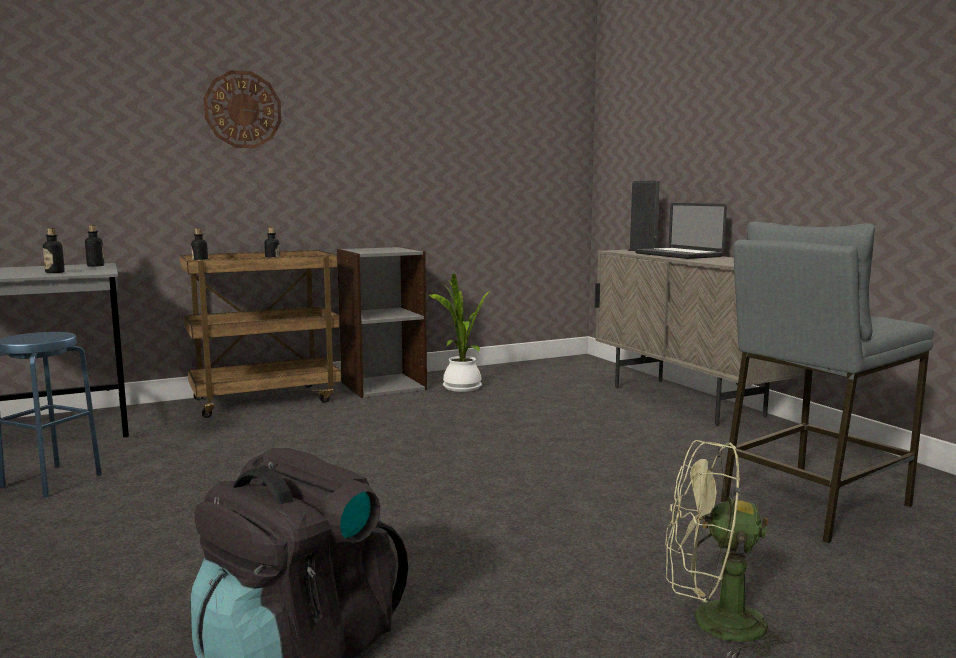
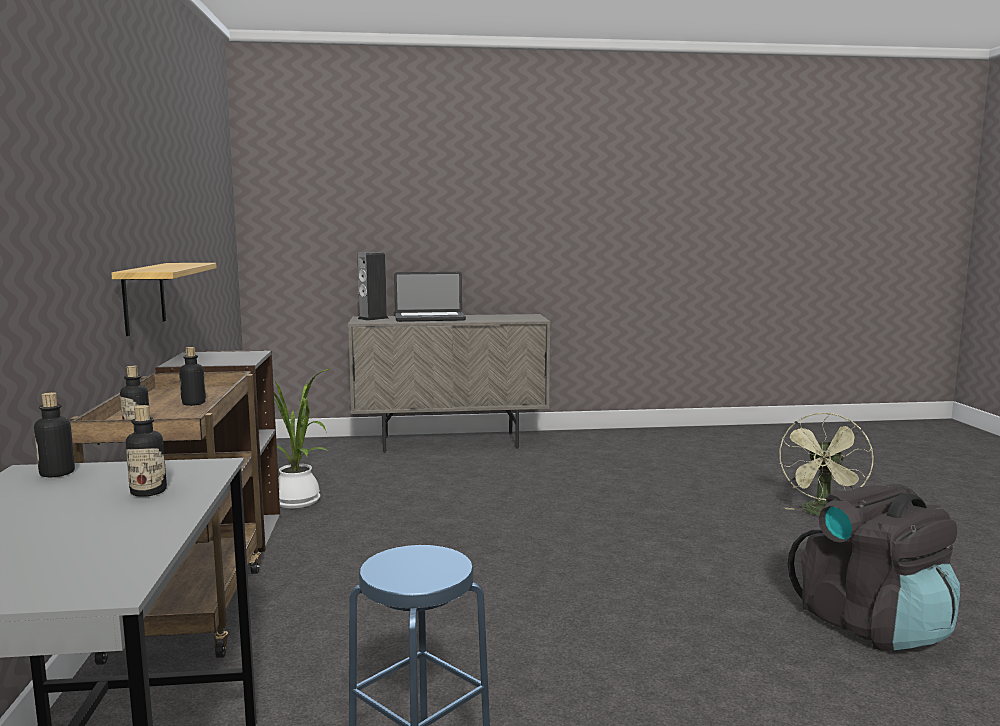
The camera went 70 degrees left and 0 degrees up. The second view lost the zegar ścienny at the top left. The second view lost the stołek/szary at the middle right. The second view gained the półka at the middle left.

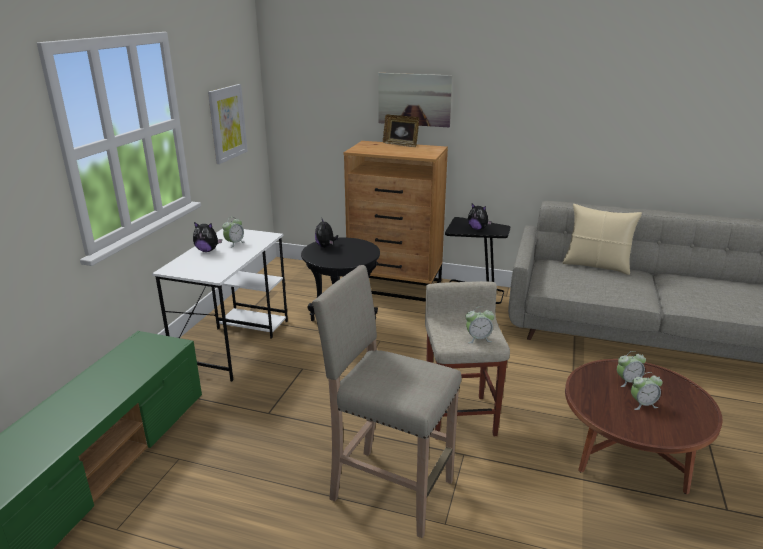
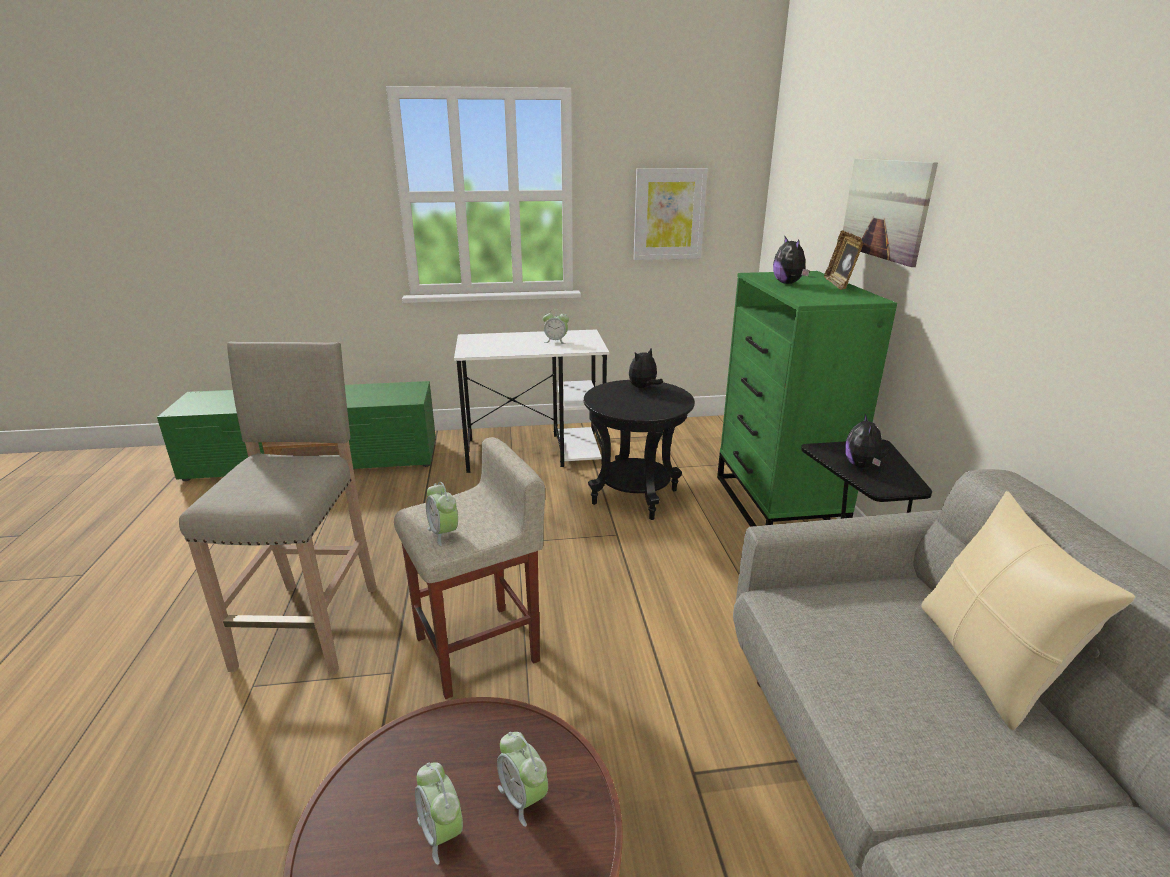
The camera went 65 degrees right and 0 degrees up. The pluszak (no. 1 from left in the first image) ended up elsewhere, having gone from the middle left to the top right. What was the komoda/brązowy at the centre turned into the komoda/zielony at the middle right.

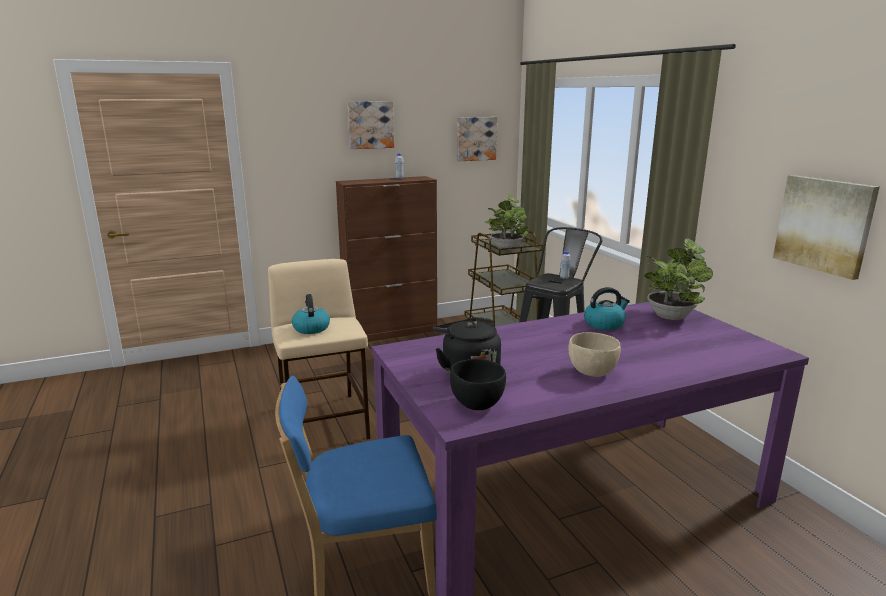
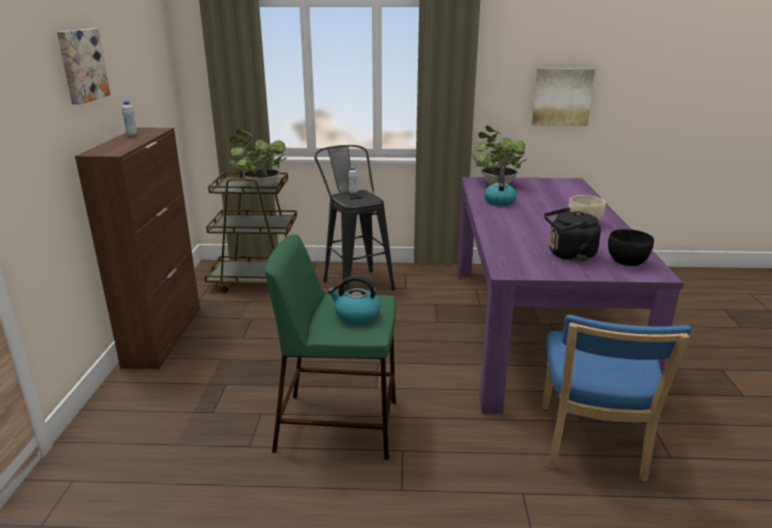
The camera went 65 degrees left and 5 degrees up. What was the stołek/beżowy at the centre turned into the stołek/zielony at the centre. The second view lost the obraz (no. 2 from left) at the top centre.

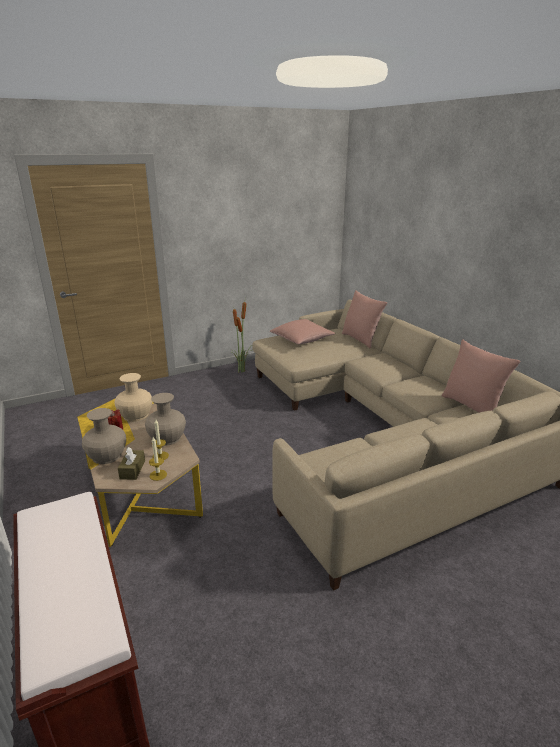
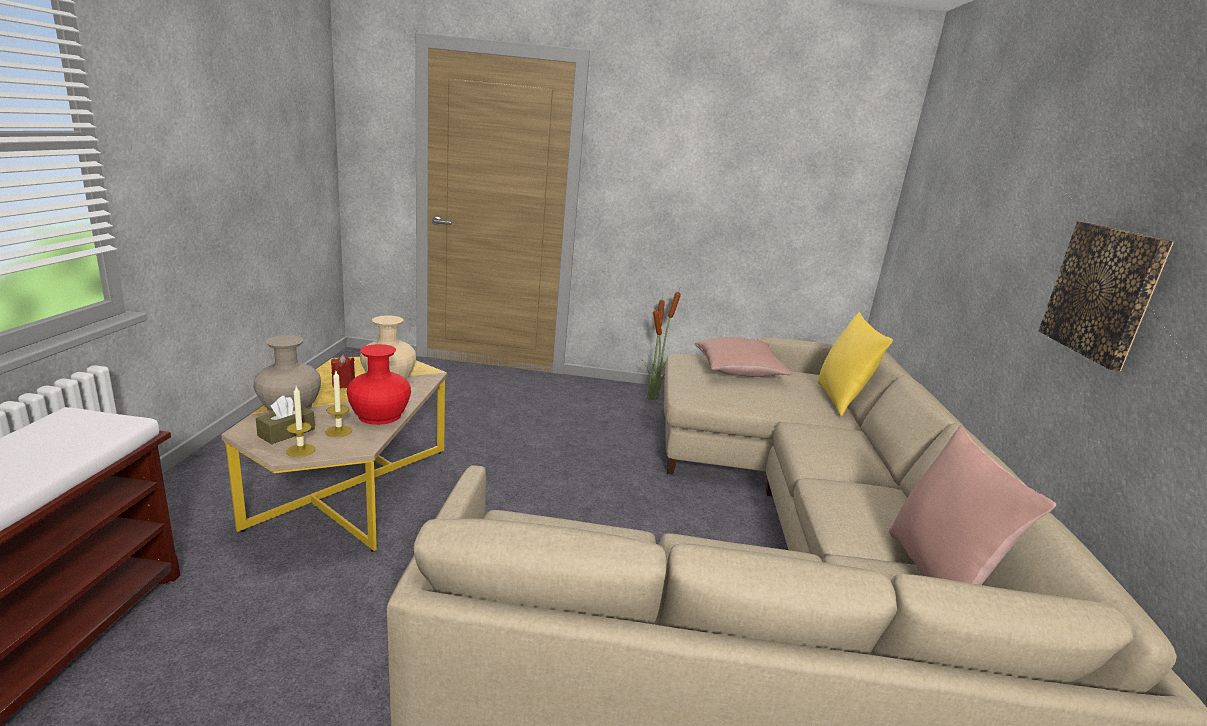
The camera went 30 degrees right and 5 degrees down. What was the wazon/beżowy (no. 3 from left) at the middle left turned into the wazon/czerwony at the middle left. What was the poduszka/różowy (no. 2 from left) at the centre turned into the poduszka/żółty at the middle right. The second view gained the obraz at the middle right.

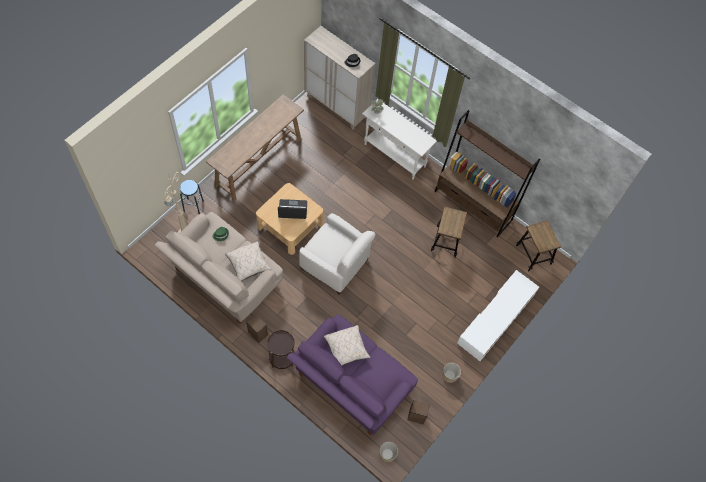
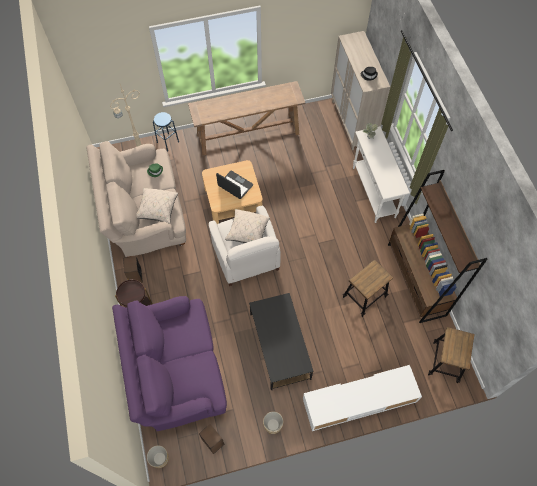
The camera went 40 degrees right and 0 degrees up. The poduszka/beżowy (no. 2 from left) ended up elsewhere, having gone from the bottom centre to the centre. The second view gained the ława/czarny at the bottom centre.

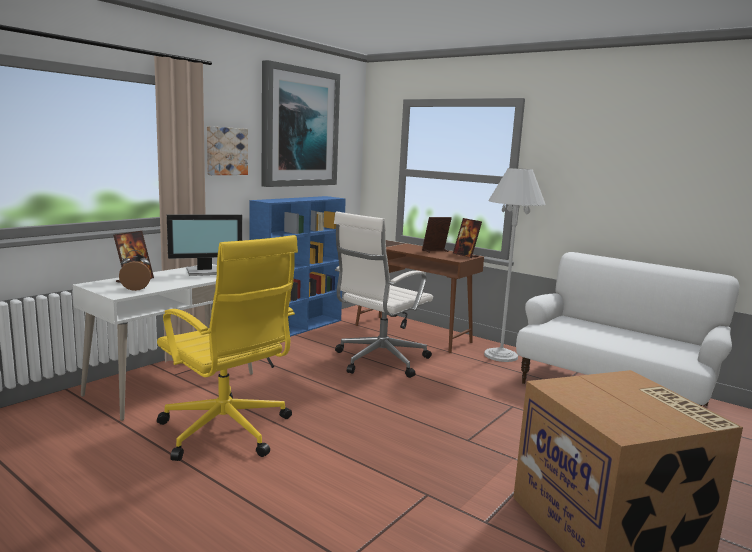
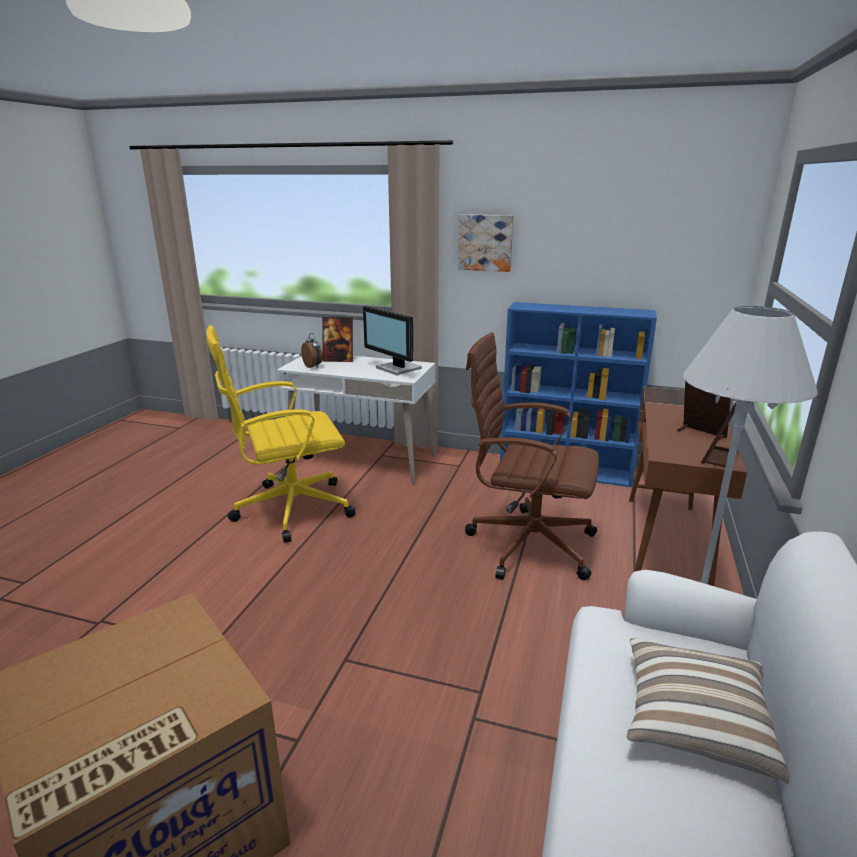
The camera went 70 degrees right and 10 degrees up. The krzesło biurowe/żółty at the middle left ended up facing another way, 45 degrees clockwise from before. The second view lost the obraz (no. 2 from left) at the top centre. What was the krzesło biurowe/biały at the centre turned into the krzesło biurowe/brązowy at the centre. The second view gained the poduszka at the bottom right.

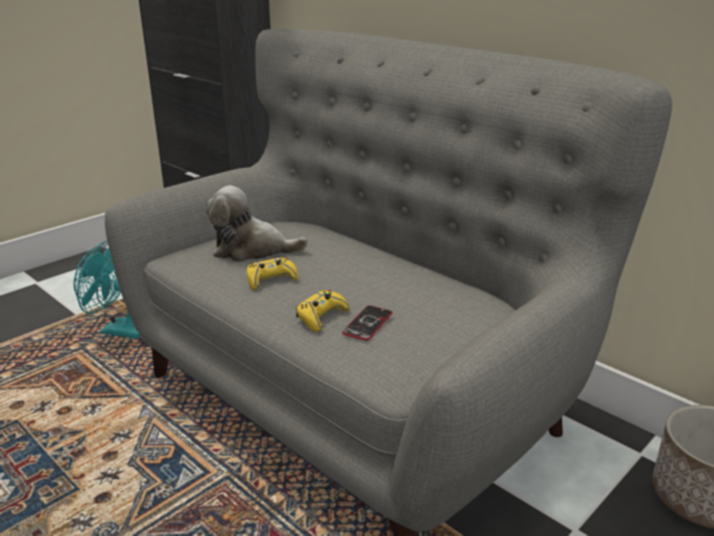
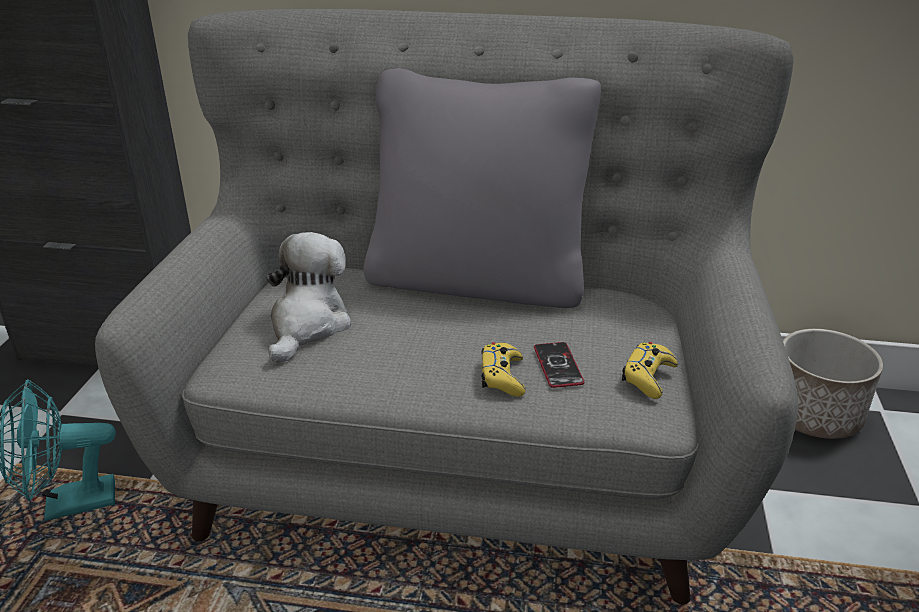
The camera went 35 degrees left and 5 degrees up. The pluszak at the centre ended up facing another way, 135 degrees clockwise from before. The pad do gier/żółty (no. 1 from left in the first image) ended up elsewhere, having gone from the centre to the middle right. The second view gained the poduszka/szary at the top centre.

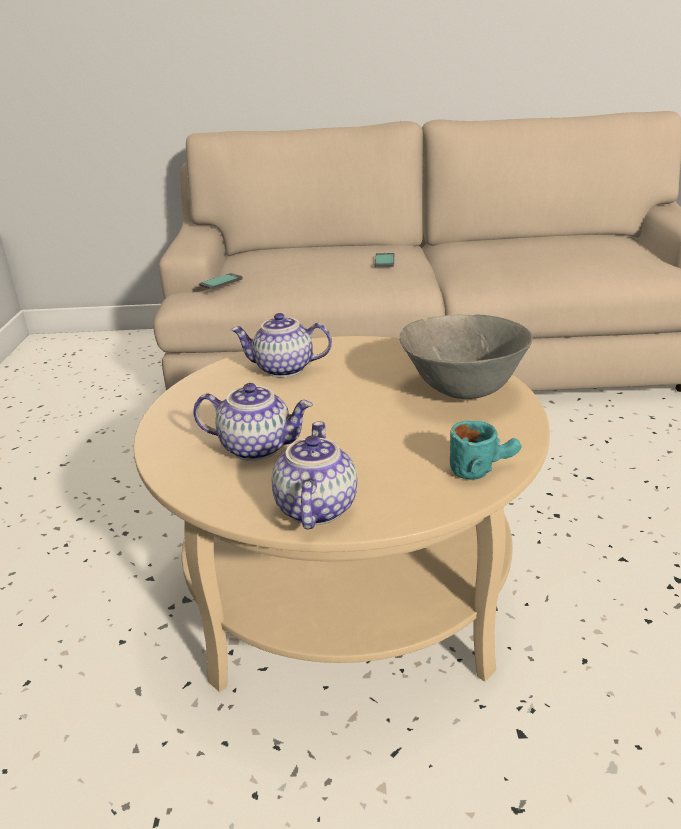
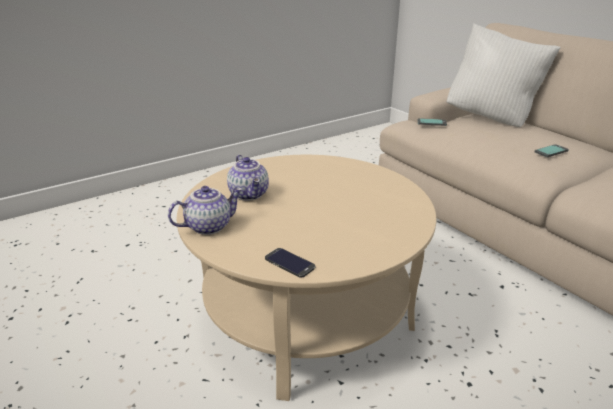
The camera went 55 degrees right and 0 degrees up. The second view lost the imbryk (no. 2 from left) at the centre. The second view lost the miska/szary at the middle right. Where the kubek/turkusowy stood at the middle right, the telefon (no. 1 from left) came to stand at the centre. The second view gained the poduszka/biały at the top right.

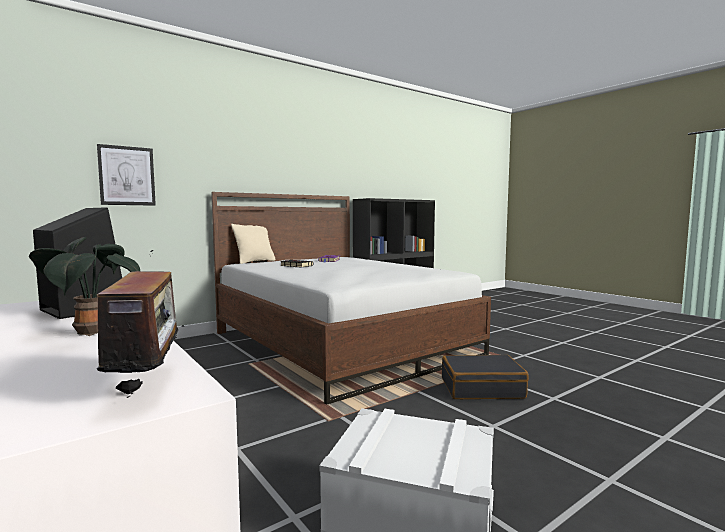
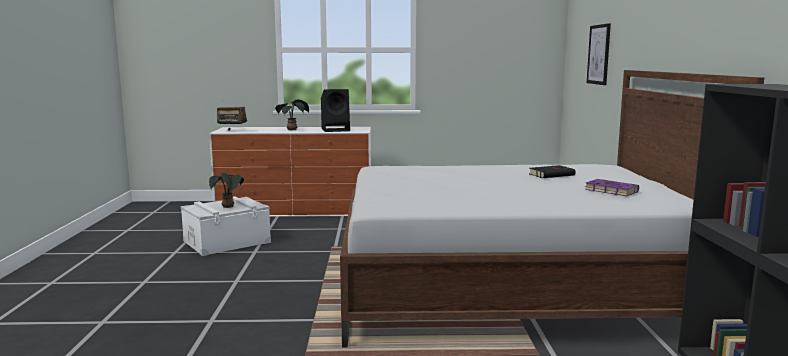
The camera went 125 degrees right and 5 degrees up. The second view lost the poduszka/beżowy at the centre. The second view lost the walizka/czarny at the bottom right. The second view gained the roślina doniczkowa (no. 1 from left) at the middle left.

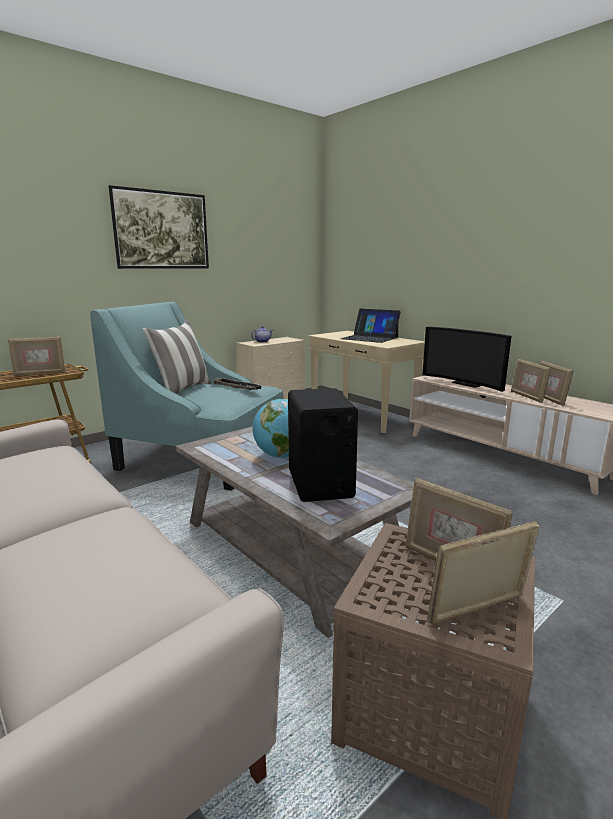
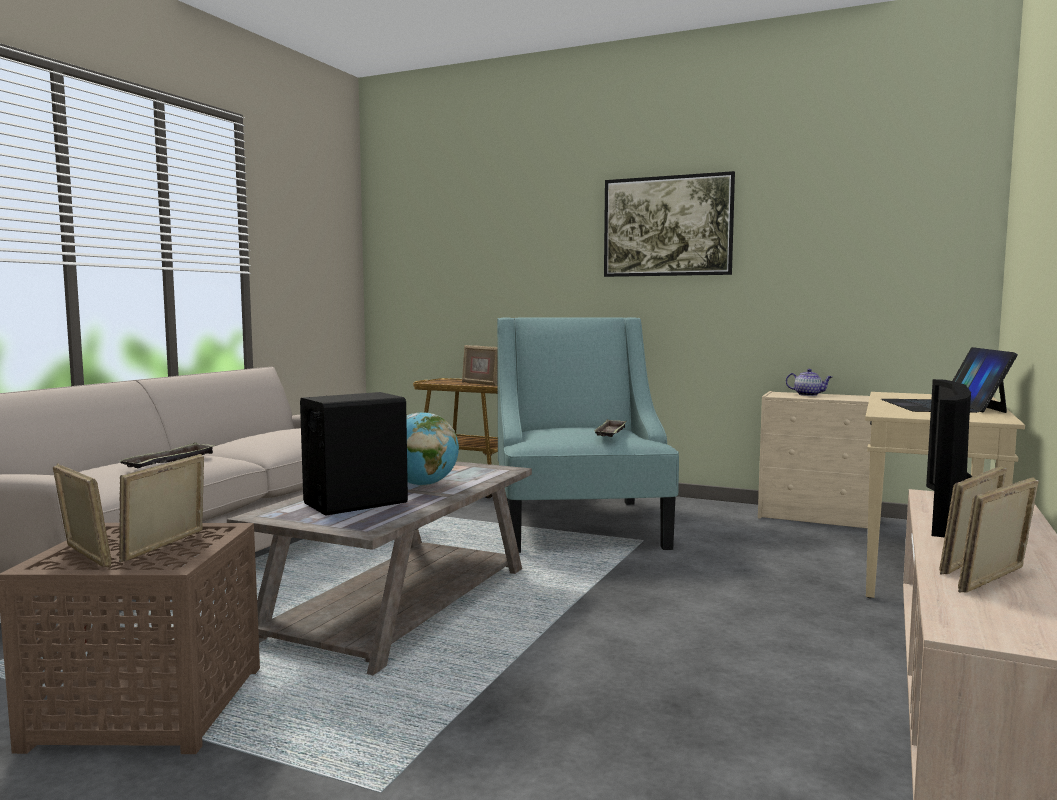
The camera went 65 degrees right and 10 degrees down. The second view lost the poduszka at the middle left. The second view gained the taca (no. 1 from left) at the middle left.

